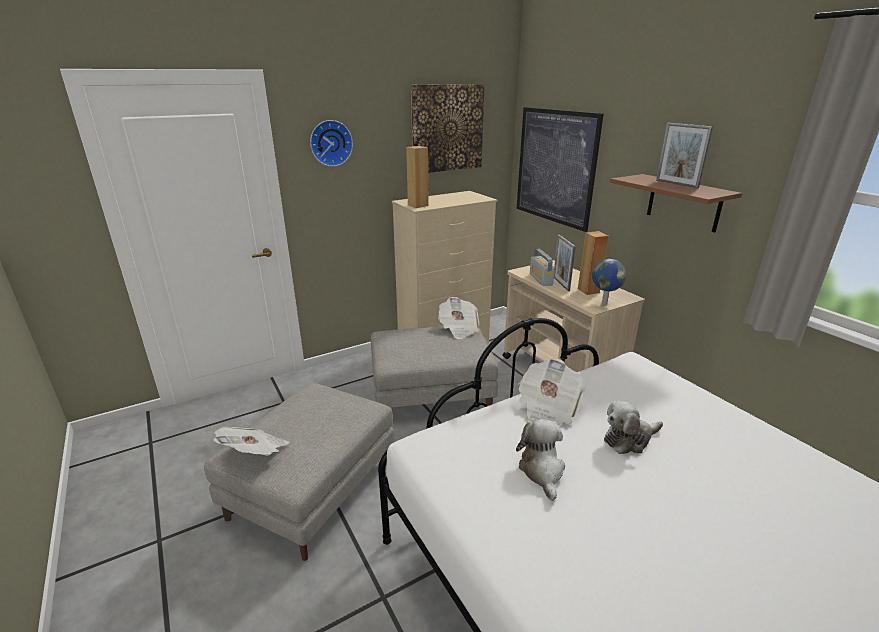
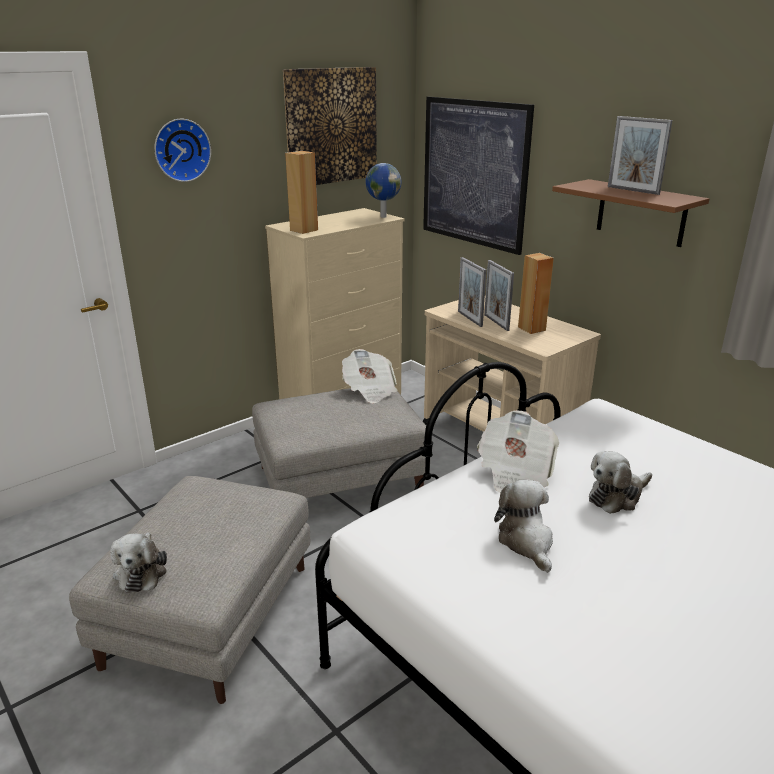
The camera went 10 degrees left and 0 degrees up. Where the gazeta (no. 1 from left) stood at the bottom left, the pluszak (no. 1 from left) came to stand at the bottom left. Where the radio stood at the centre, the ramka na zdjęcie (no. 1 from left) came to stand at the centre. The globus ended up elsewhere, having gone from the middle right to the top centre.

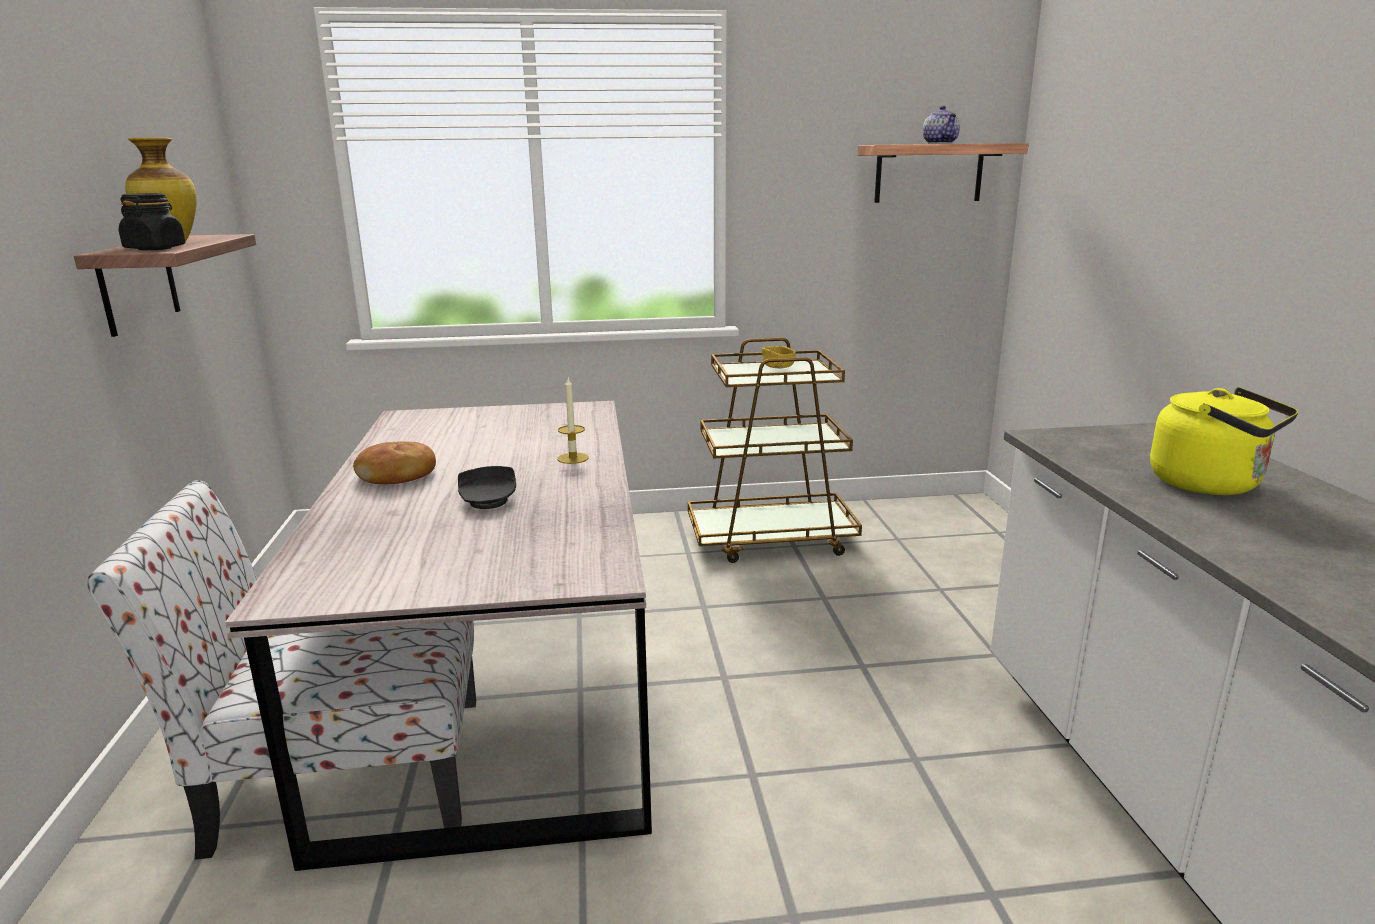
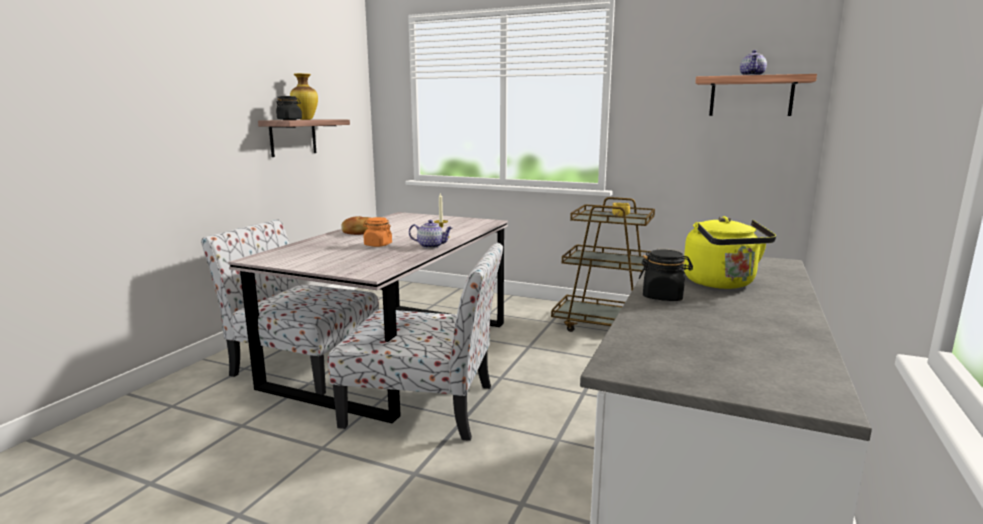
The camera went 30 degrees right and 5 degrees down. Where the talerz/czarny stood at the centre, the słoik/pomarańczowy came to stand at the centre. The second view gained the krzesło (no. 2 from left) at the centre. The second view gained the imbryk (no. 1 from left) at the centre. The second view gained the słoik/czarny (no. 2 from left) at the middle right.

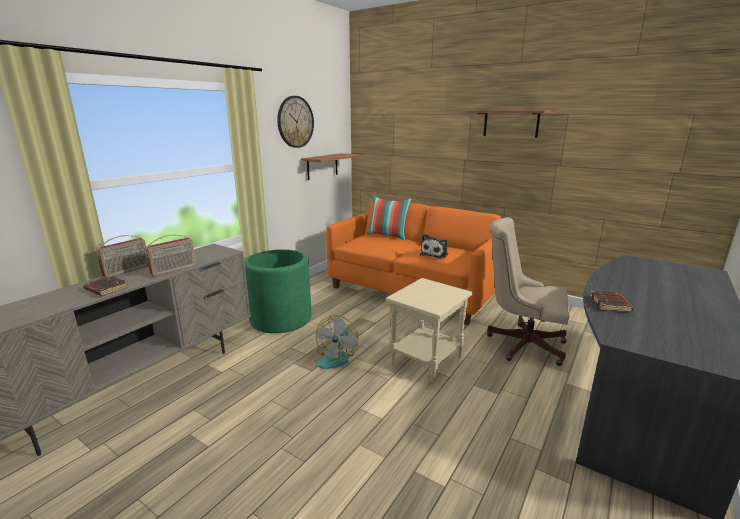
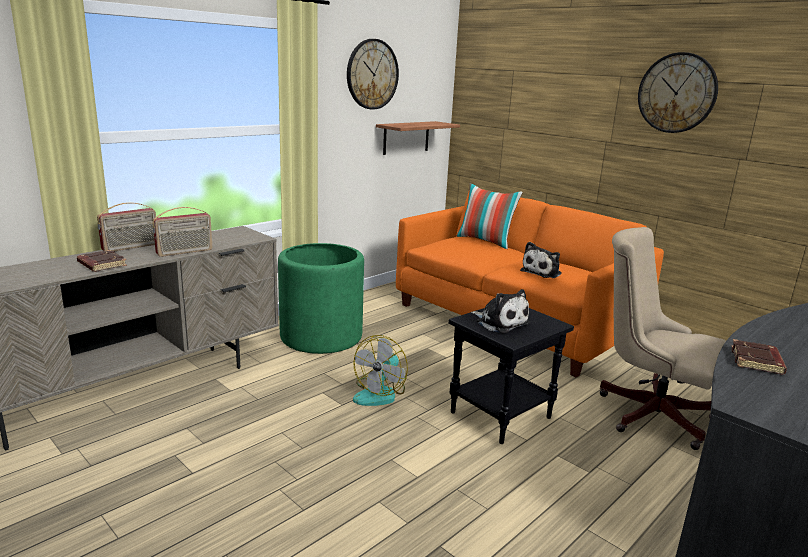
The camera went 10 degrees right and 0 degrees up. What was the stolik/beżowy at the centre turned into the stolik/czarny at the bottom centre. Where the półka (no. 2 from left) hung at the top right, the zegar ścienny (no. 2 from left) came to hang at the top right. The second view gained the pluszak (no. 1 from left) at the centre.

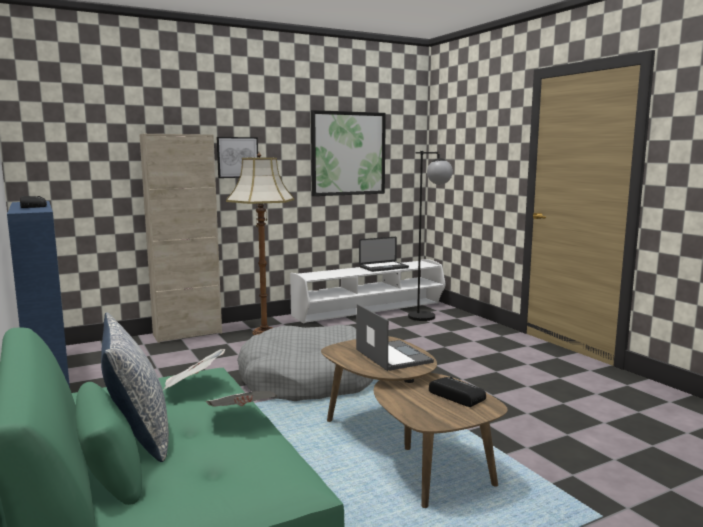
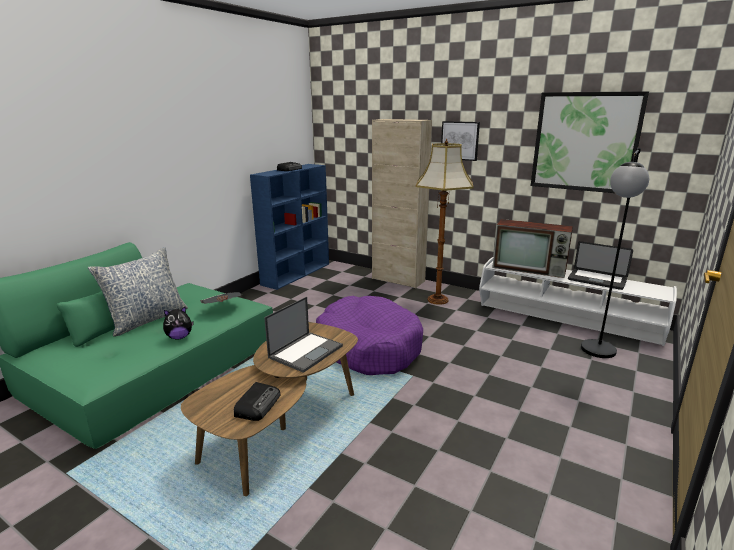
The camera went 60 degrees right and 10 degrees up. Where the gazeta (no. 2 from left) stood at the bottom centre, the pluszak came to stand at the middle left. What was the legowisko/szary at the bottom centre turned into the legowisko/fioletowy at the centre. The second view gained the telewizor at the middle right.

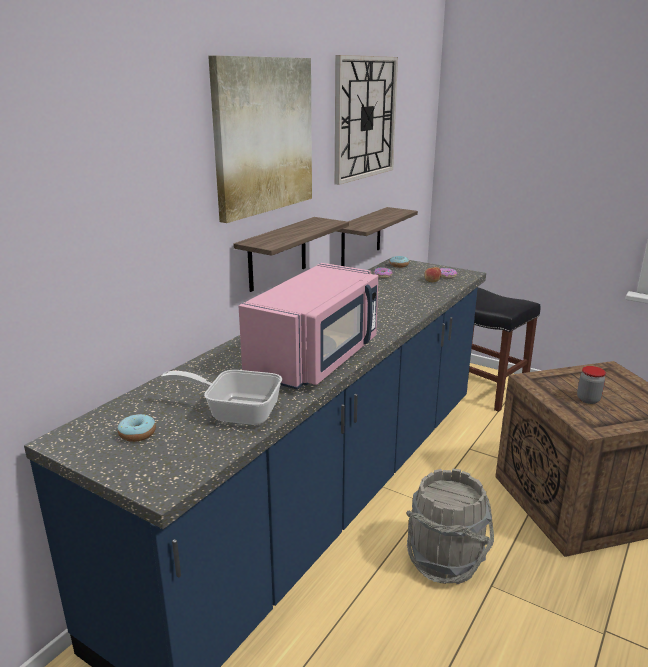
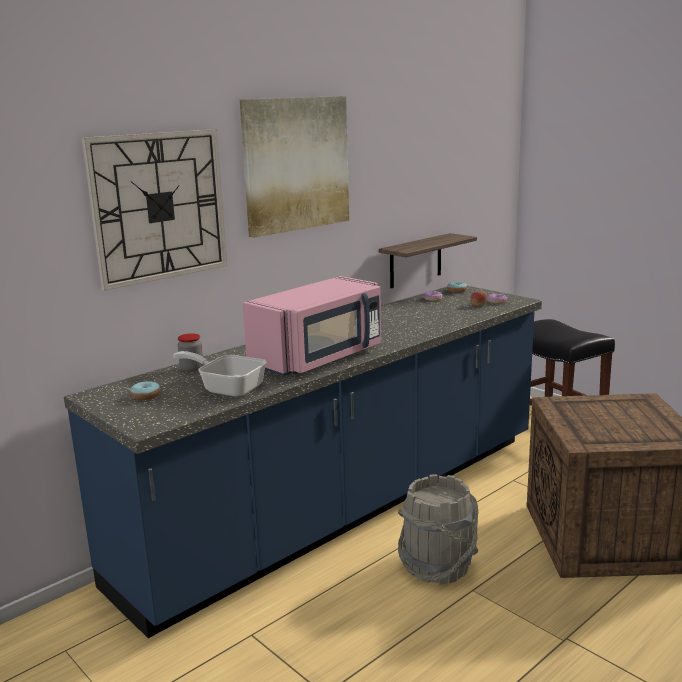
The camera went 15 degrees right and 5 degrees down. The second view lost the półka (no. 1 from left) at the centre. The zegar ścienny ended up elsewhere, having gone from the top centre to the top left. The słoik ended up elsewhere, having gone from the middle right to the middle left.

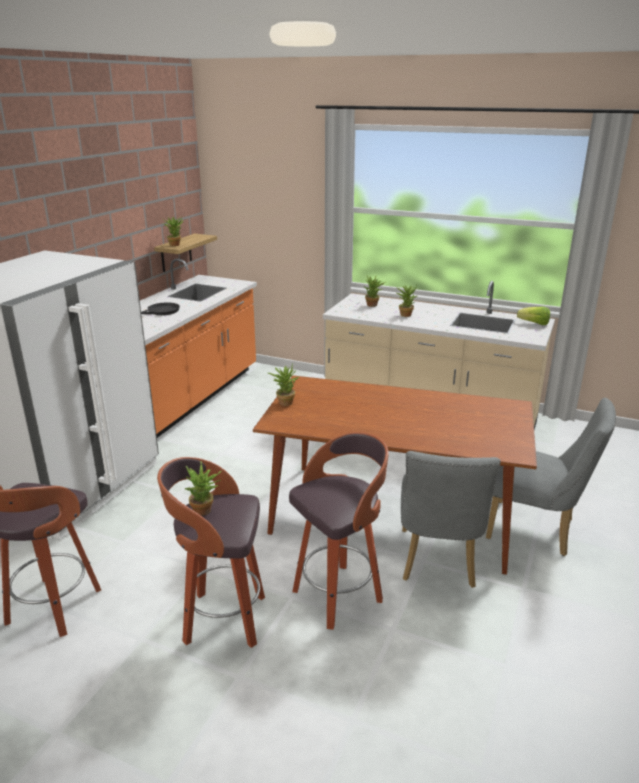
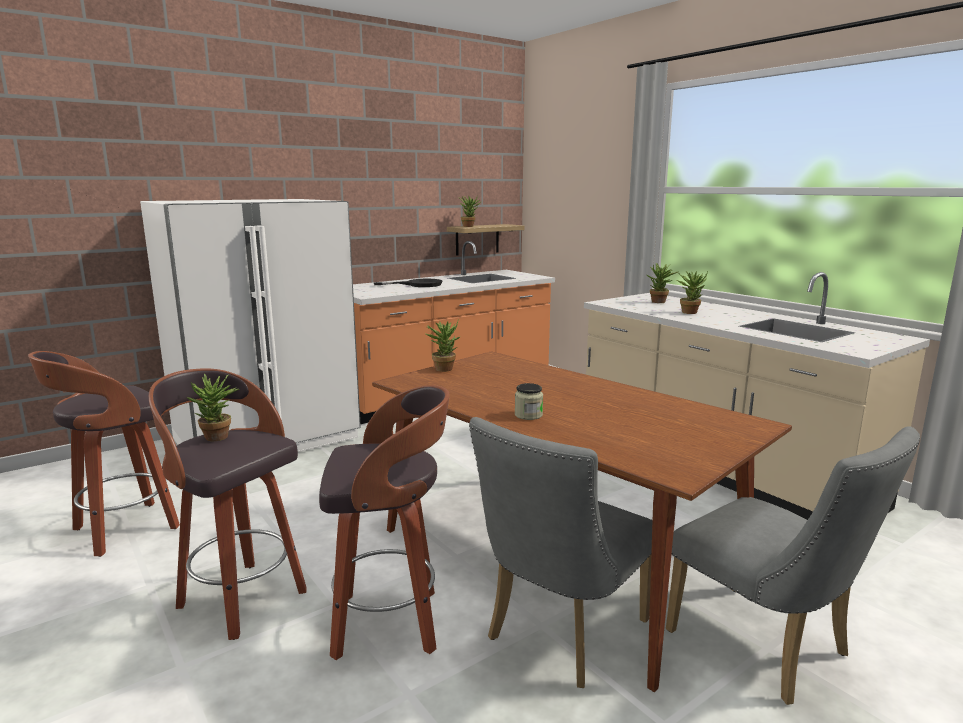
The camera went 30 degrees right and 10 degrees down. The second view lost the sałata at the middle right. The second view gained the słoik at the centre.

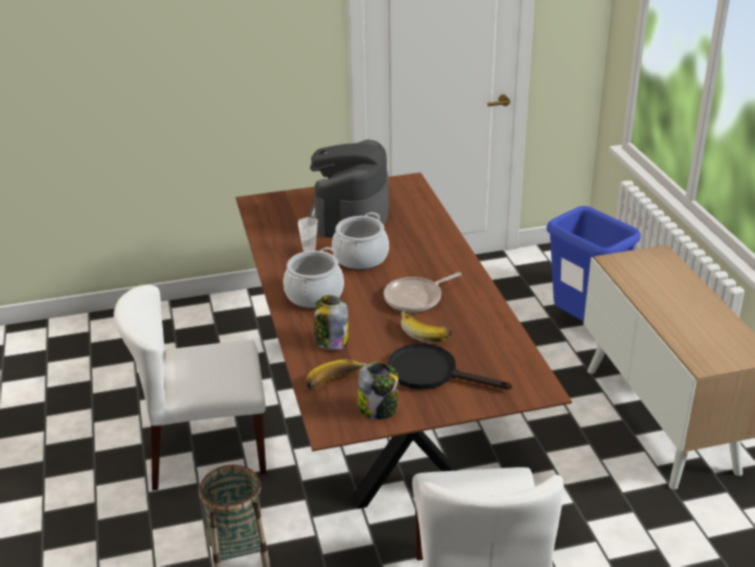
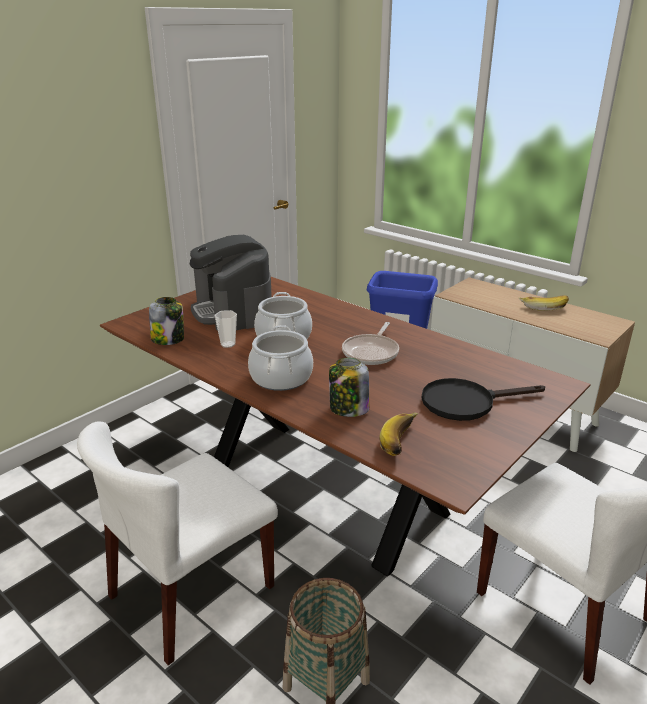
The camera went 35 degrees left and 5 degrees down. The słoik (no. 2 from left in the first image) ended up elsewhere, having gone from the bottom centre to the middle left. The banan (no. 2 from left) ended up elsewhere, having gone from the centre to the middle right.

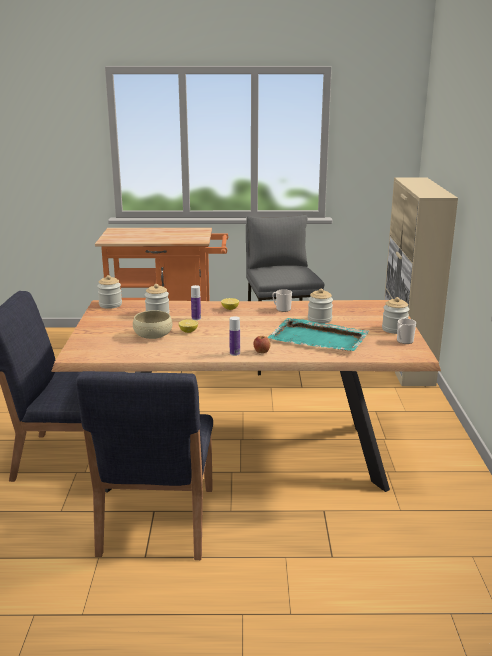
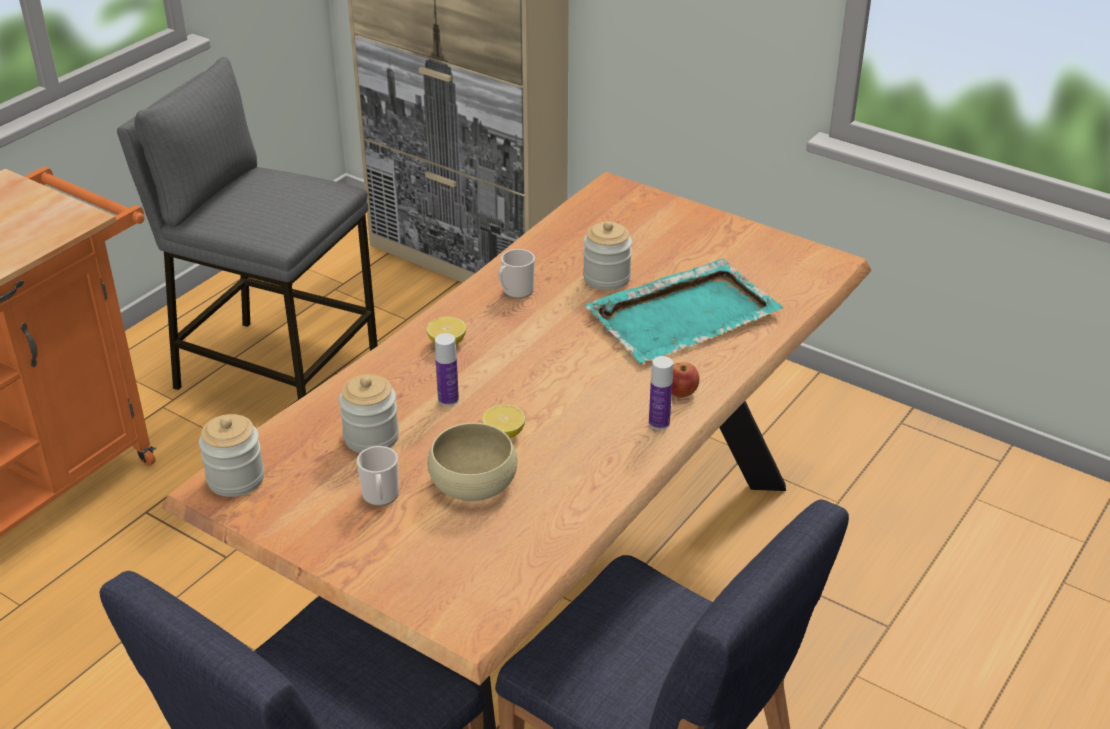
The camera went 55 degrees left and 15 degrees up. The second view lost the słoik (no. 4 from left) at the middle right. The kubek (no. 2 from left in the first image) ended up elsewhere, having gone from the middle right to the centre.

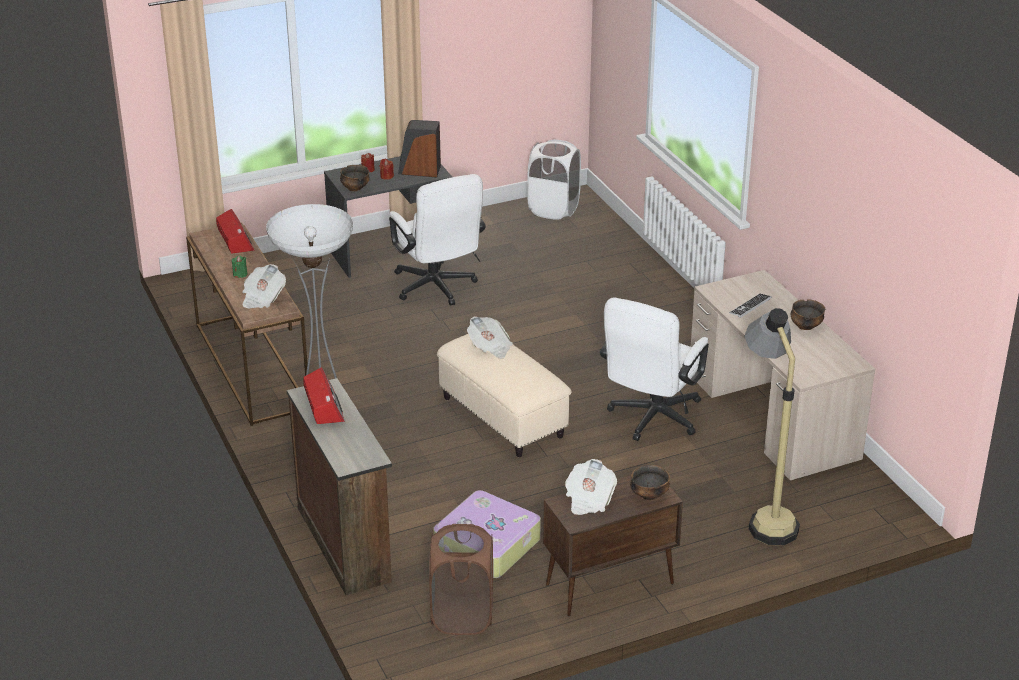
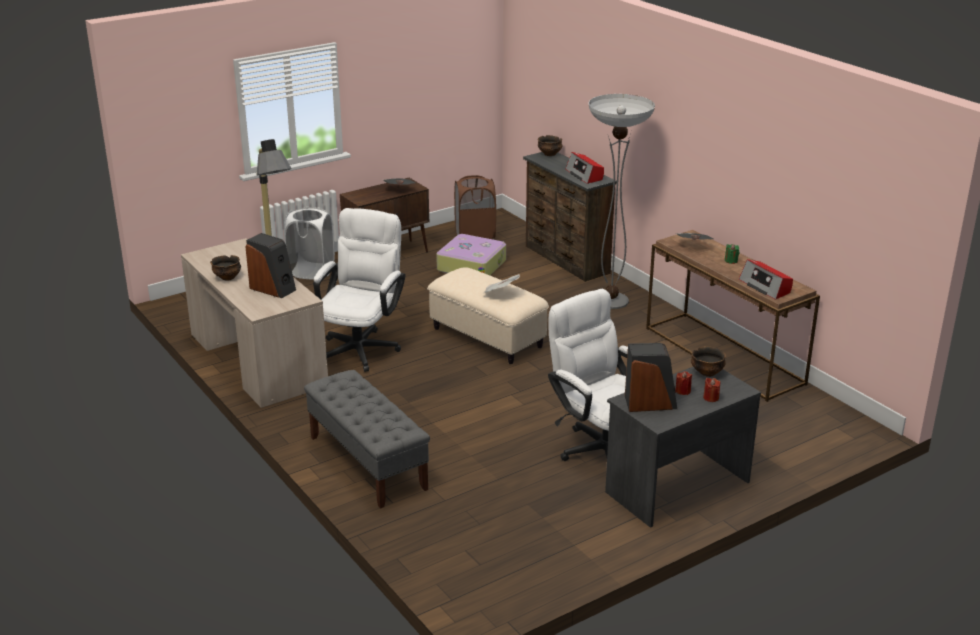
The camera went 170 degrees right and 5 degrees down. The kosz na pranie/biały ended up elsewhere, having gone from the top centre to the middle left. The miska (no. 2 from left) ended up elsewhere, having gone from the bottom centre to the top centre. Where the klawiatura stood at the middle right, the głośnik (no. 1 from left) came to stand at the middle left. The second view gained the ławka/szary at the bottom centre.

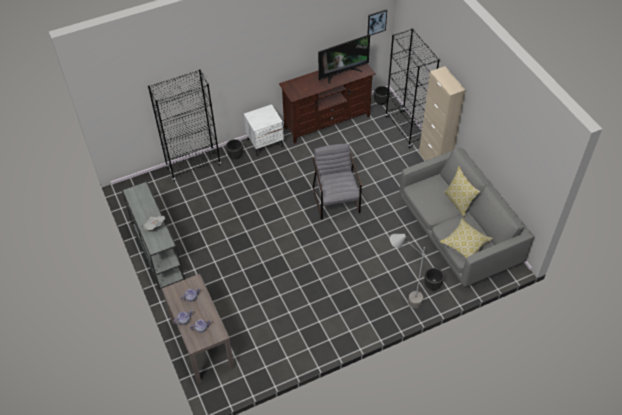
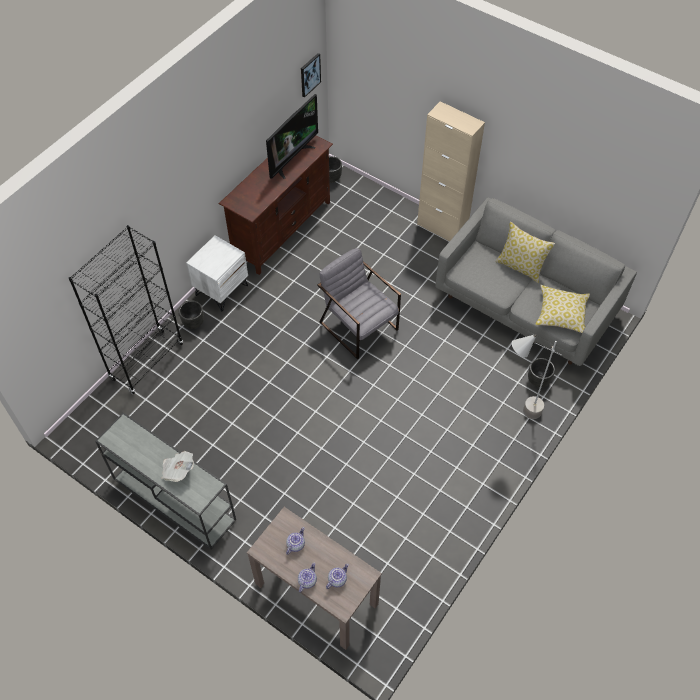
The camera went 30 degrees left and 5 degrees up. The second view lost the regał/czarny (no. 2 from left) at the top centre.

